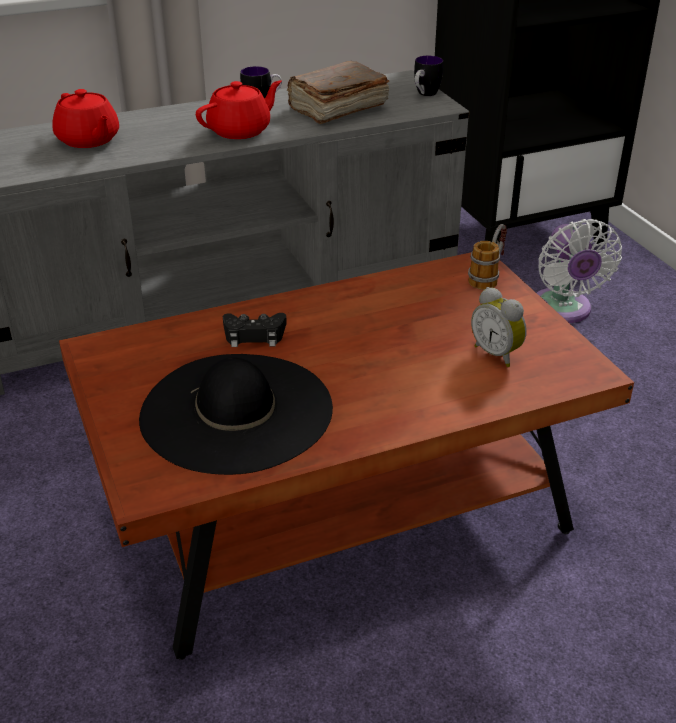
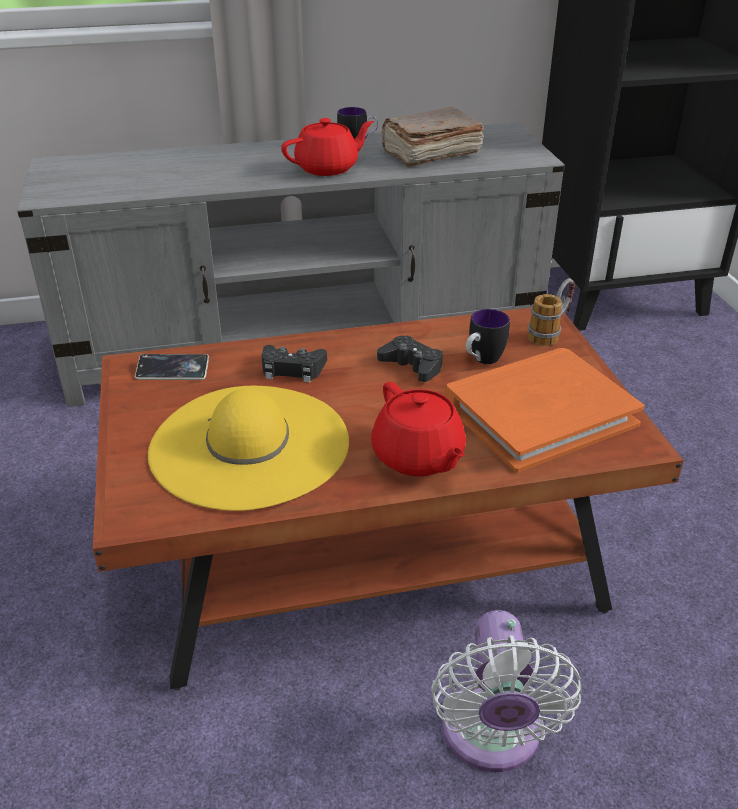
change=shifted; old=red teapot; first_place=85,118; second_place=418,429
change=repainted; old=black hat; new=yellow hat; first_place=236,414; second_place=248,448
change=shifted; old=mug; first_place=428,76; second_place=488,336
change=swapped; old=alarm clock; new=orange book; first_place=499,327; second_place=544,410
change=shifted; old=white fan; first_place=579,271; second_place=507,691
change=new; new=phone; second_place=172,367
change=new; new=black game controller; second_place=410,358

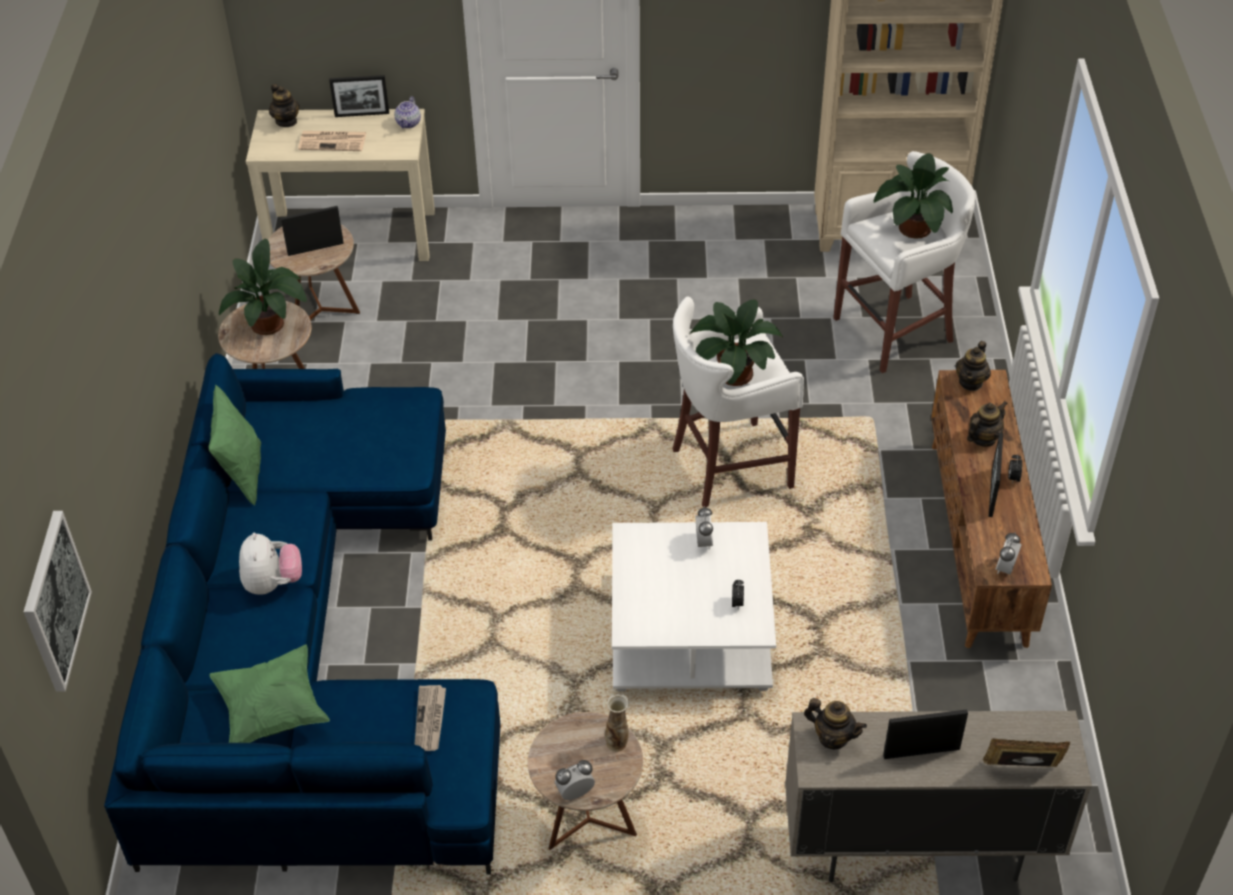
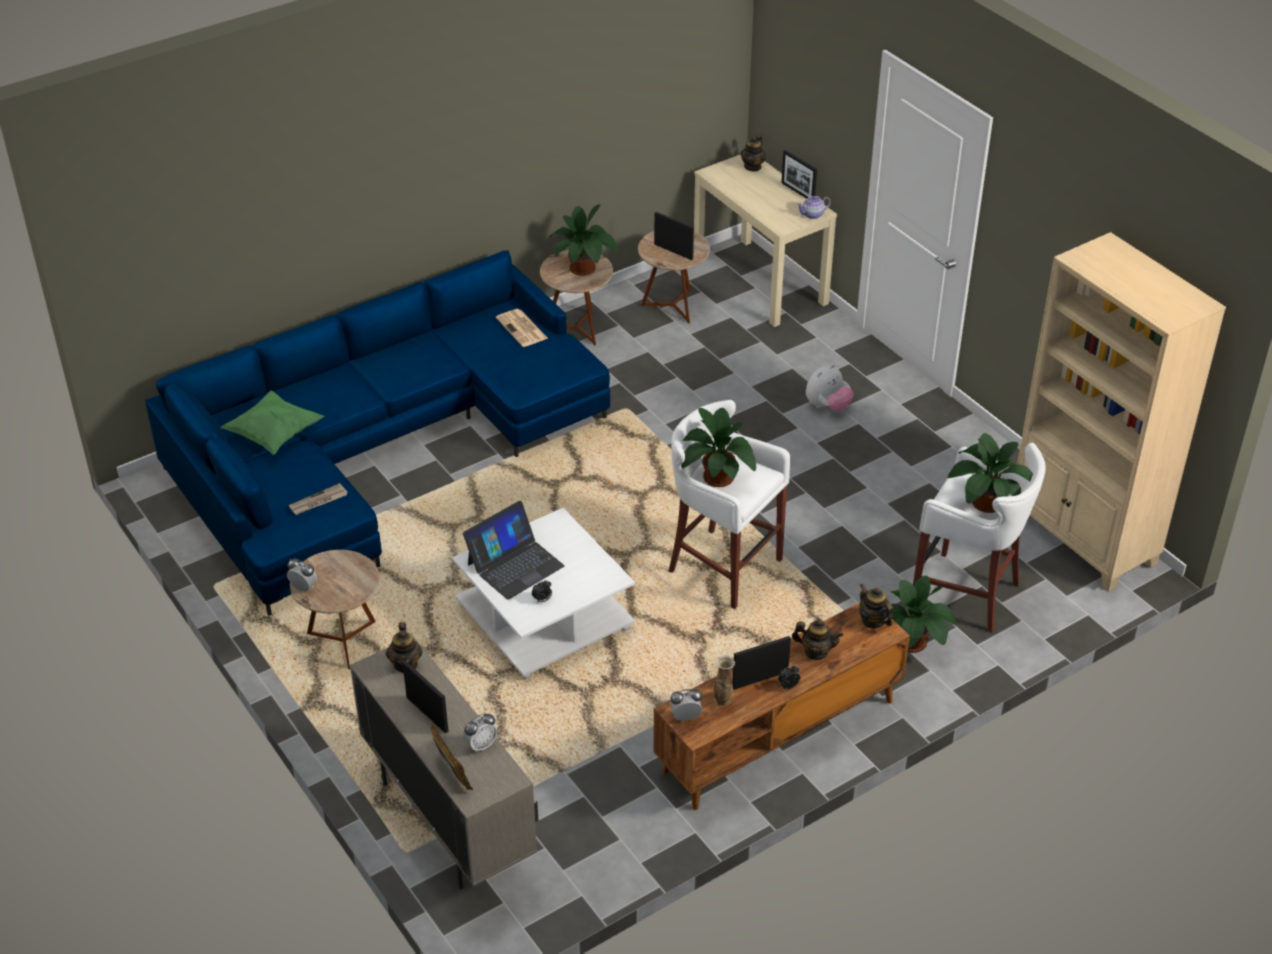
change=gone; old=picture; first_place=58,601
change=gone; old=green pillow; first_place=234,445
change=shifted; old=plush toy; first_place=270,563; second_place=830,388
change=shifted; old=newspaper; first_place=332,141; second_place=522,328
change=shifted; old=vase; first_place=617,723; second_place=724,680
change=shifted; old=alarm clock; first_place=704,528; second_place=480,733
change=rotated; old=teapot; first_place=973,366; second_place=876,606; degrees=60
change=new; new=laptop; second_place=513,550
change=new; new=potted plant; second_place=923,614

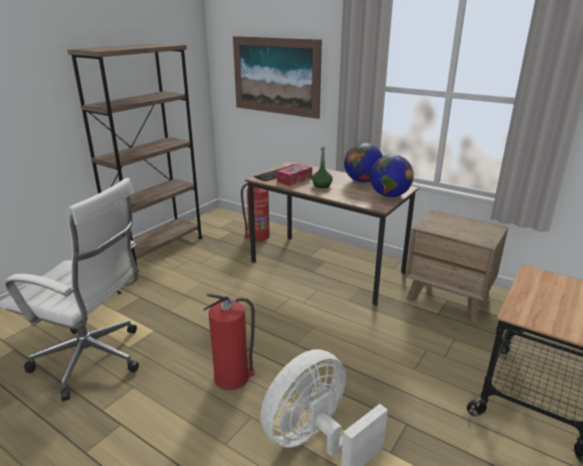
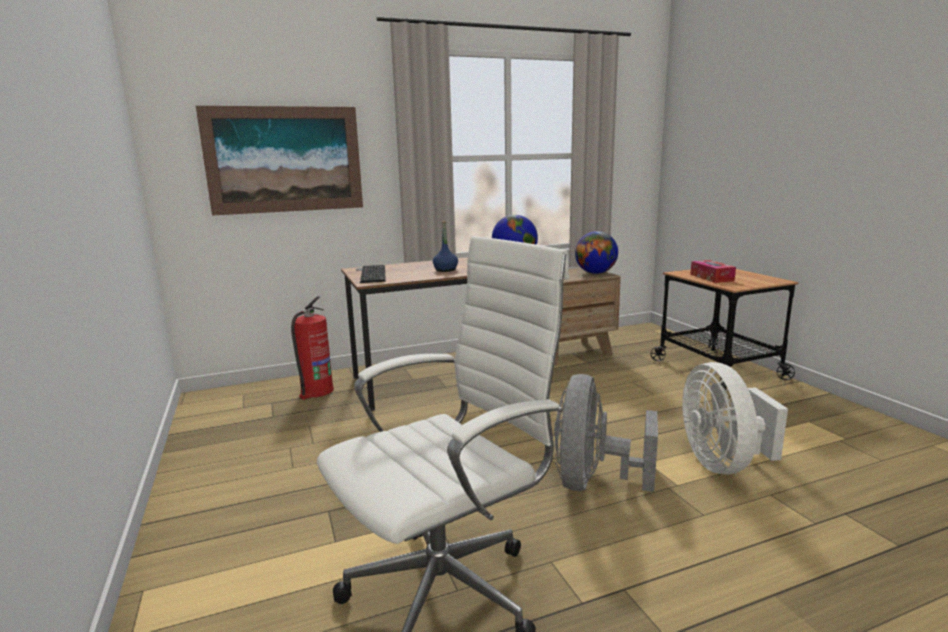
change=gone; old=brown bookcase; first_place=135,158
change=swapped; old=fire extinguisher; new=grey fan; first_place=229,342; second_place=606,433
change=shifted; old=tissue box; first_place=294,175; second_place=713,271
change=repainted; old=green bottle; new=blue bottle; first_place=322,167; second_place=445,246
change=shifted; old=globe; first_place=363,162; second_place=596,252

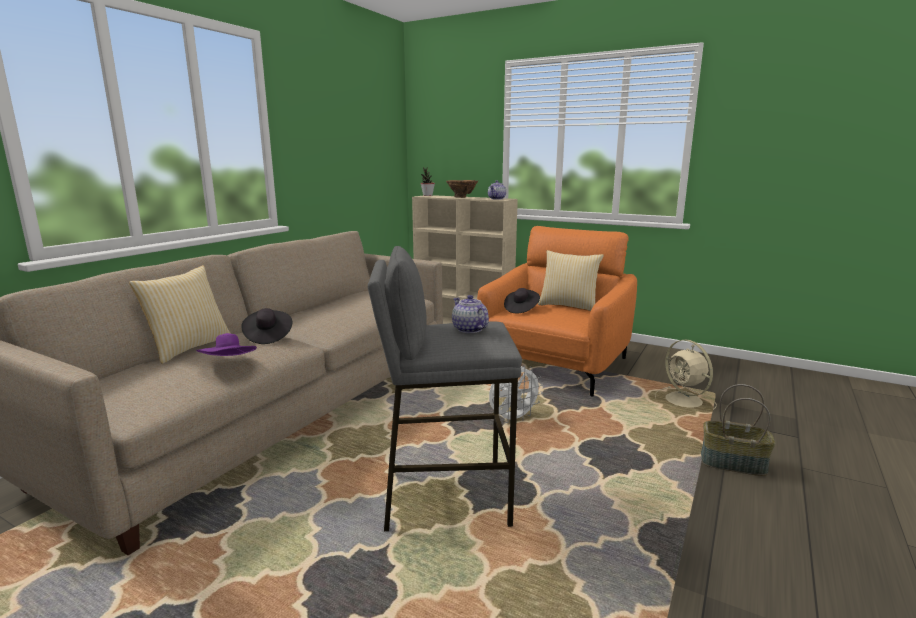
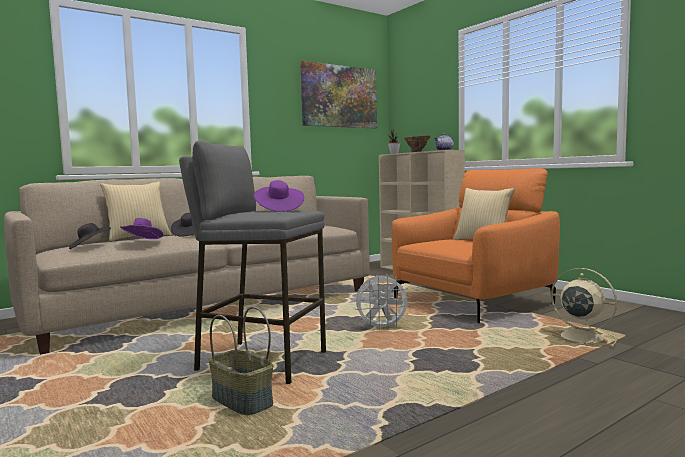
change=swapped; old=teapot; new=purple hat; first_place=470,314; second_place=279,196
change=shifted; old=black hat; first_place=522,300; second_place=90,236
change=rotated; old=beige fan; first_place=686,375; second_place=584,308; degrees=135
change=shifted; old=basket; first_place=738,430; second_place=241,361
change=new; new=picture; second_place=338,95

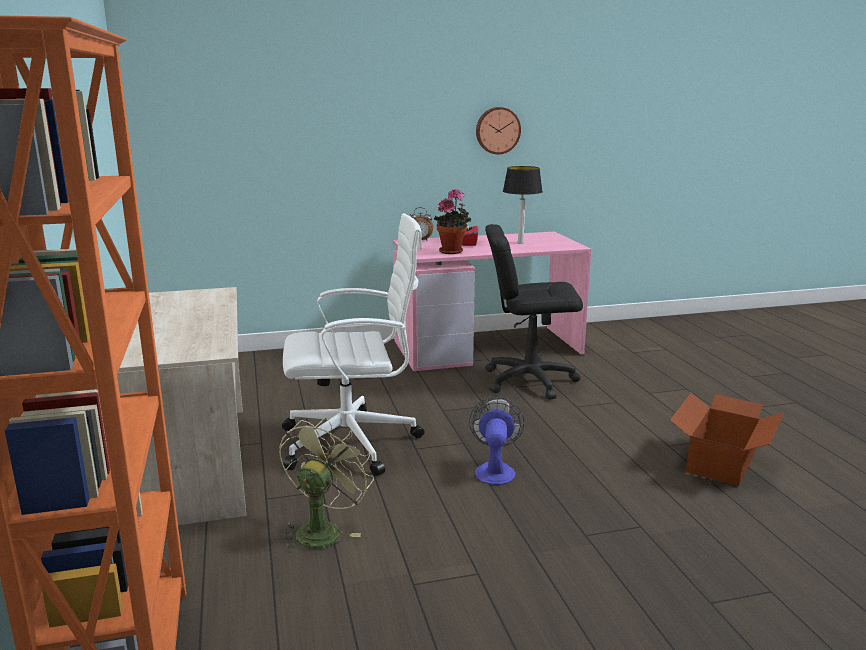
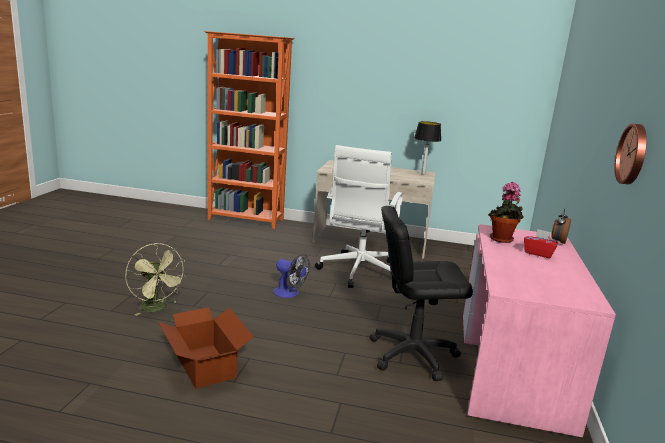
change=shifted; old=green fan; first_place=326,485; second_place=156,279
change=rotated; old=black office chair; first_place=534,312; second_place=421,293; degrees=-120
change=shifted; old=table lamp; first_place=523,205; second_place=427,148

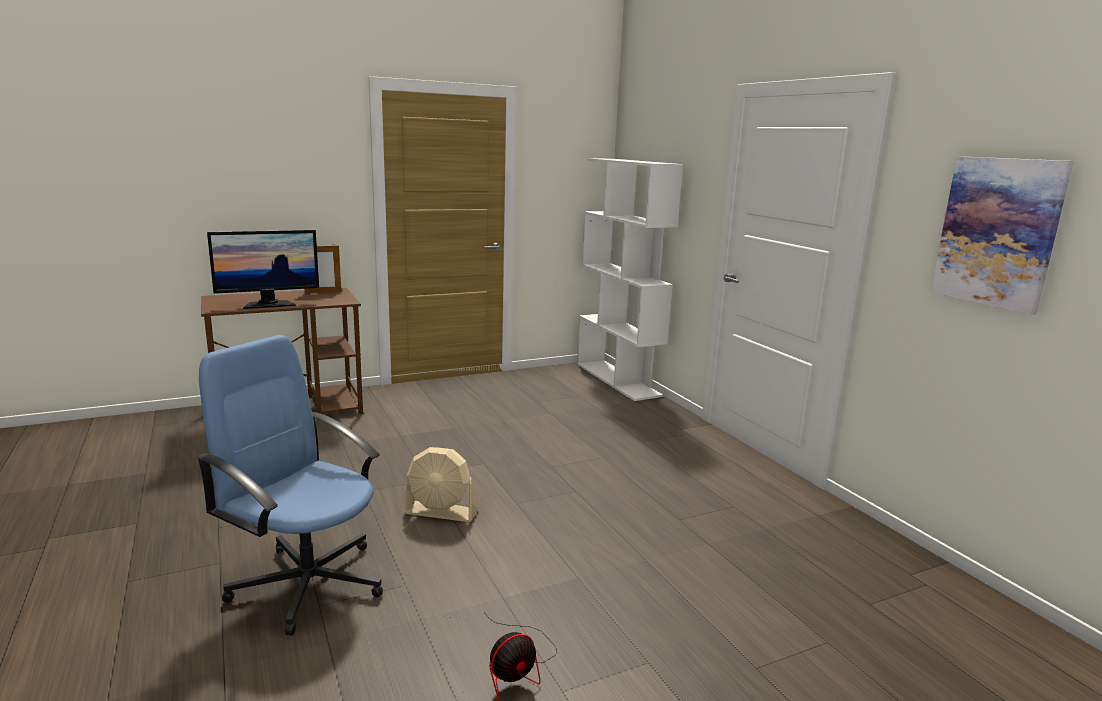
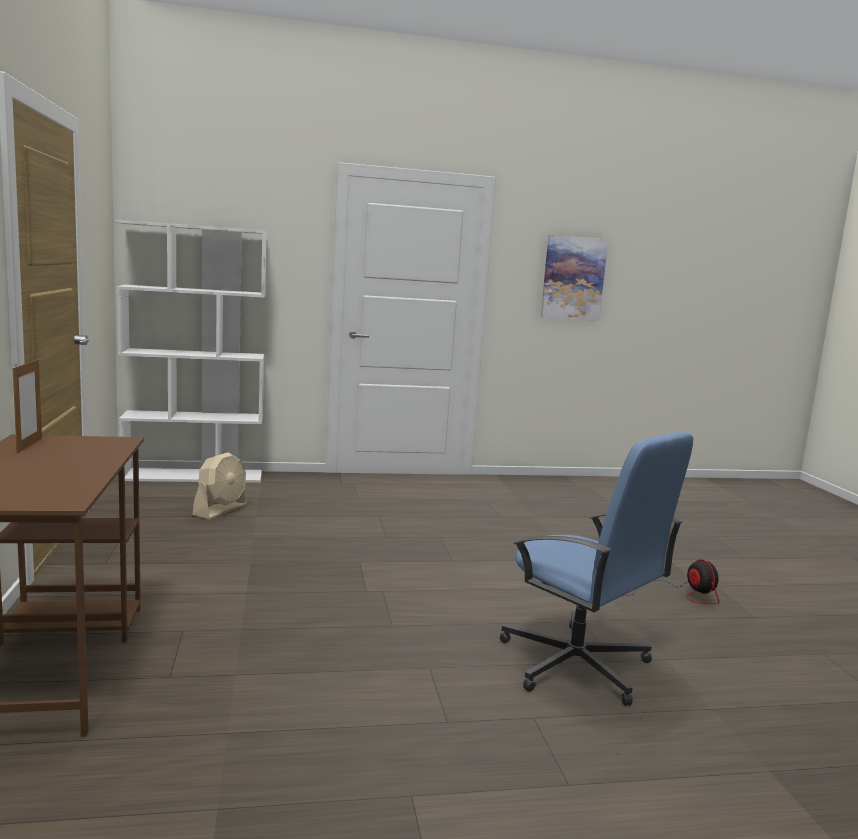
change=rotated; old=blue office chair; first_place=289,485; second_place=596,569; degrees=-90
change=gone; old=monitor; first_place=263,269
change=shifted; old=beige fan; first_place=440,484; second_place=219,486

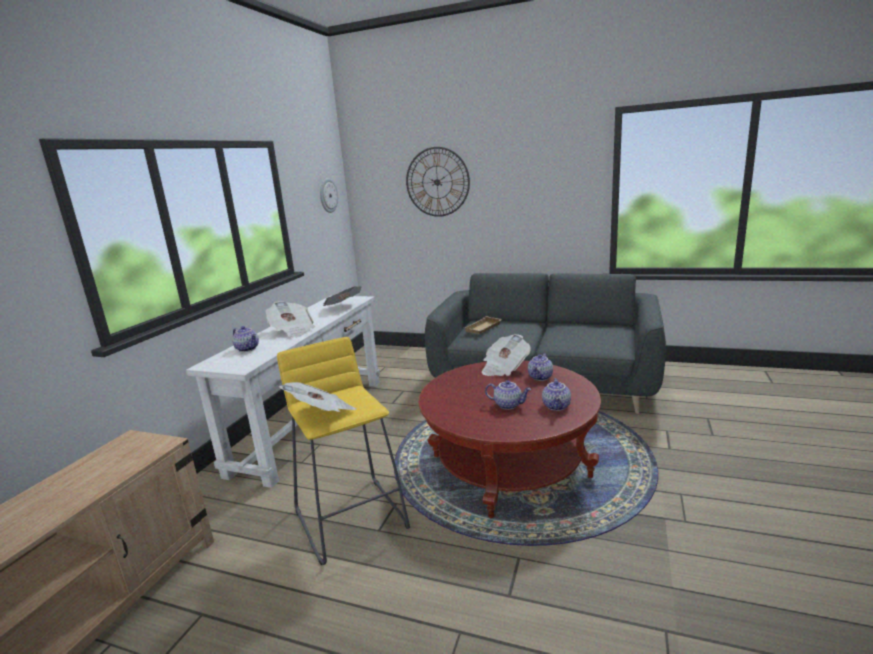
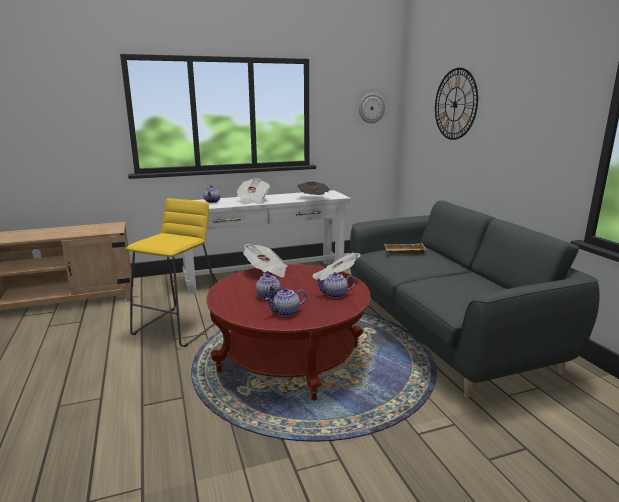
change=shifted; old=newspaper; first_place=317,397; second_place=265,260

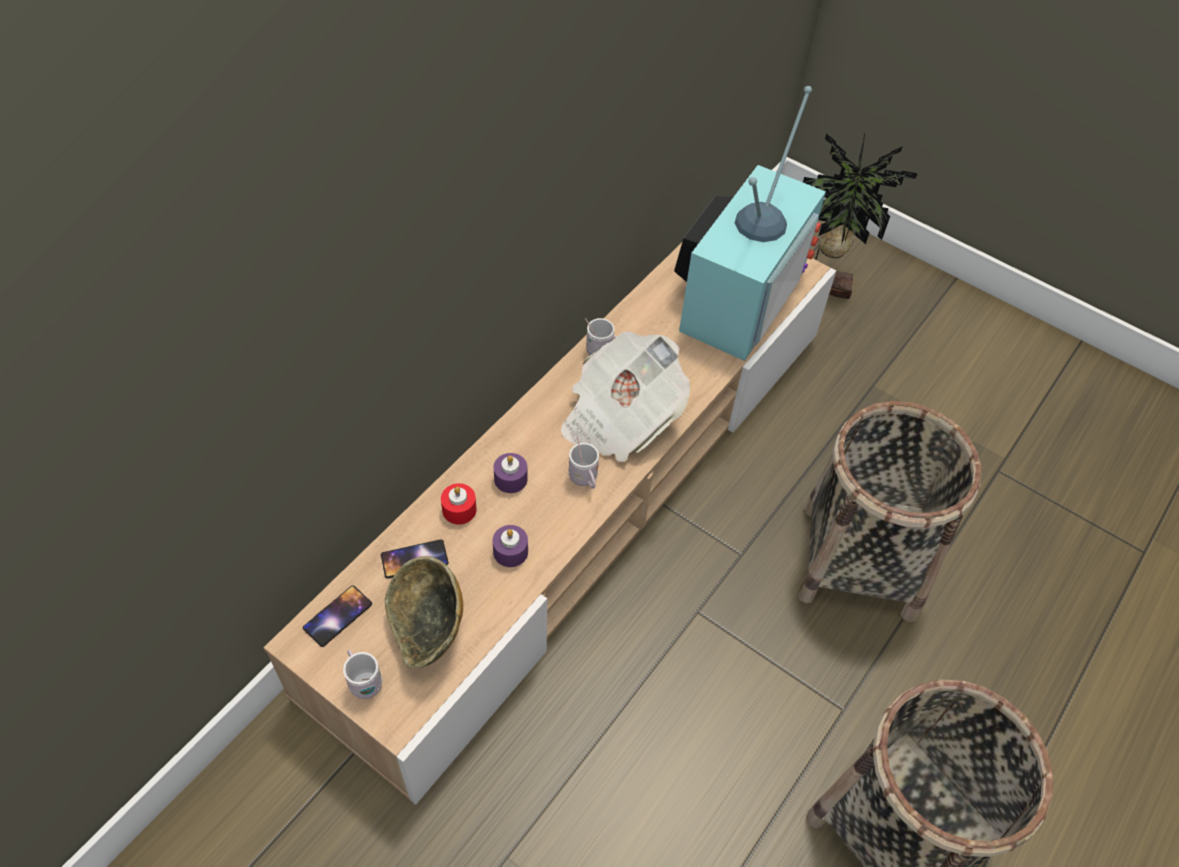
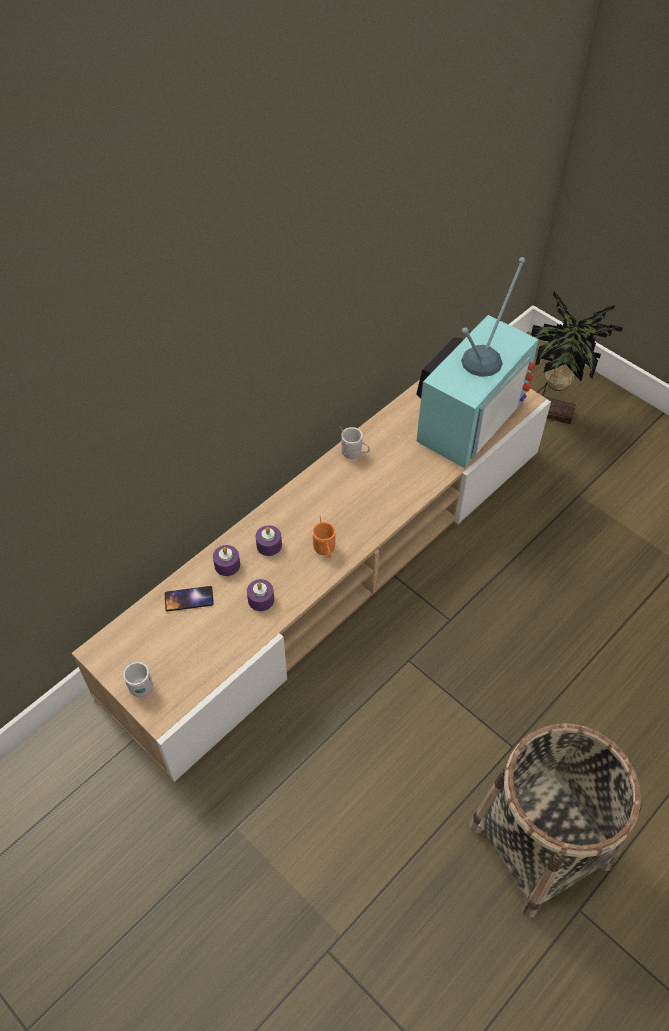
change=gone; old=phone; first_place=337,616
change=gone; old=bowl; first_place=424,612
change=repainted; old=red candle; new=purple candle; first_place=459,504; second_place=226,560
change=gone; old=newspaper; first_place=625,396
change=repainted; old=white mug; new=orange mug; first_place=583,462; second_place=323,537
change=gone; old=basket; first_place=889,511

